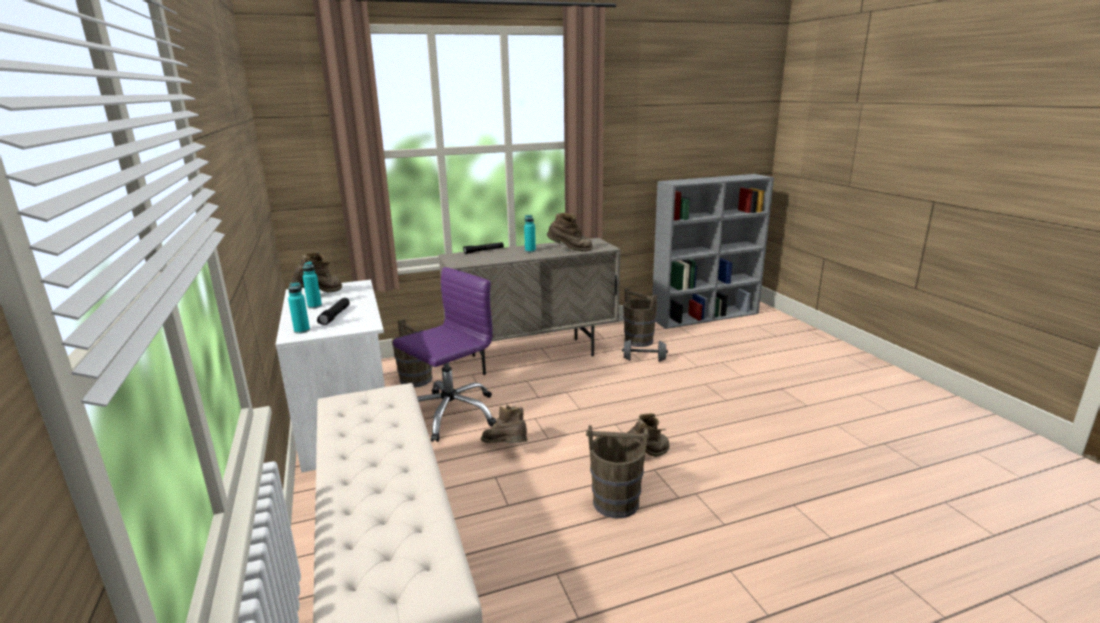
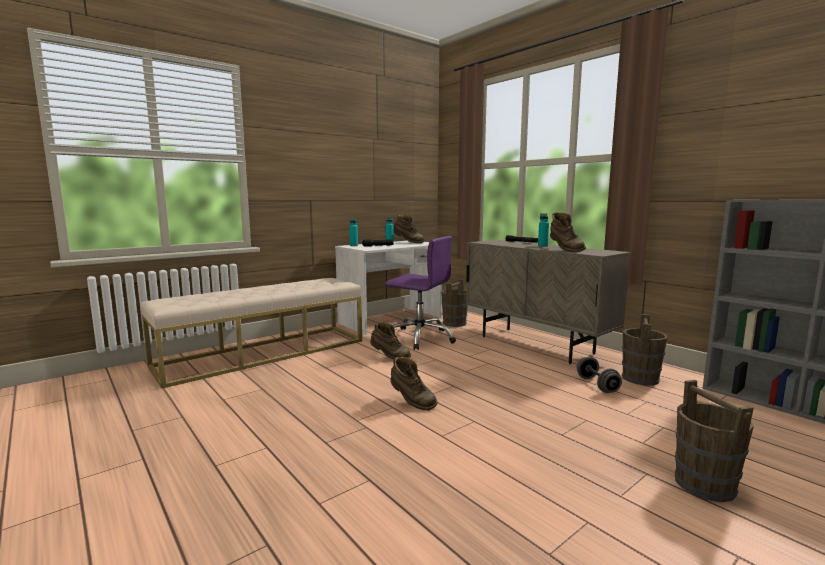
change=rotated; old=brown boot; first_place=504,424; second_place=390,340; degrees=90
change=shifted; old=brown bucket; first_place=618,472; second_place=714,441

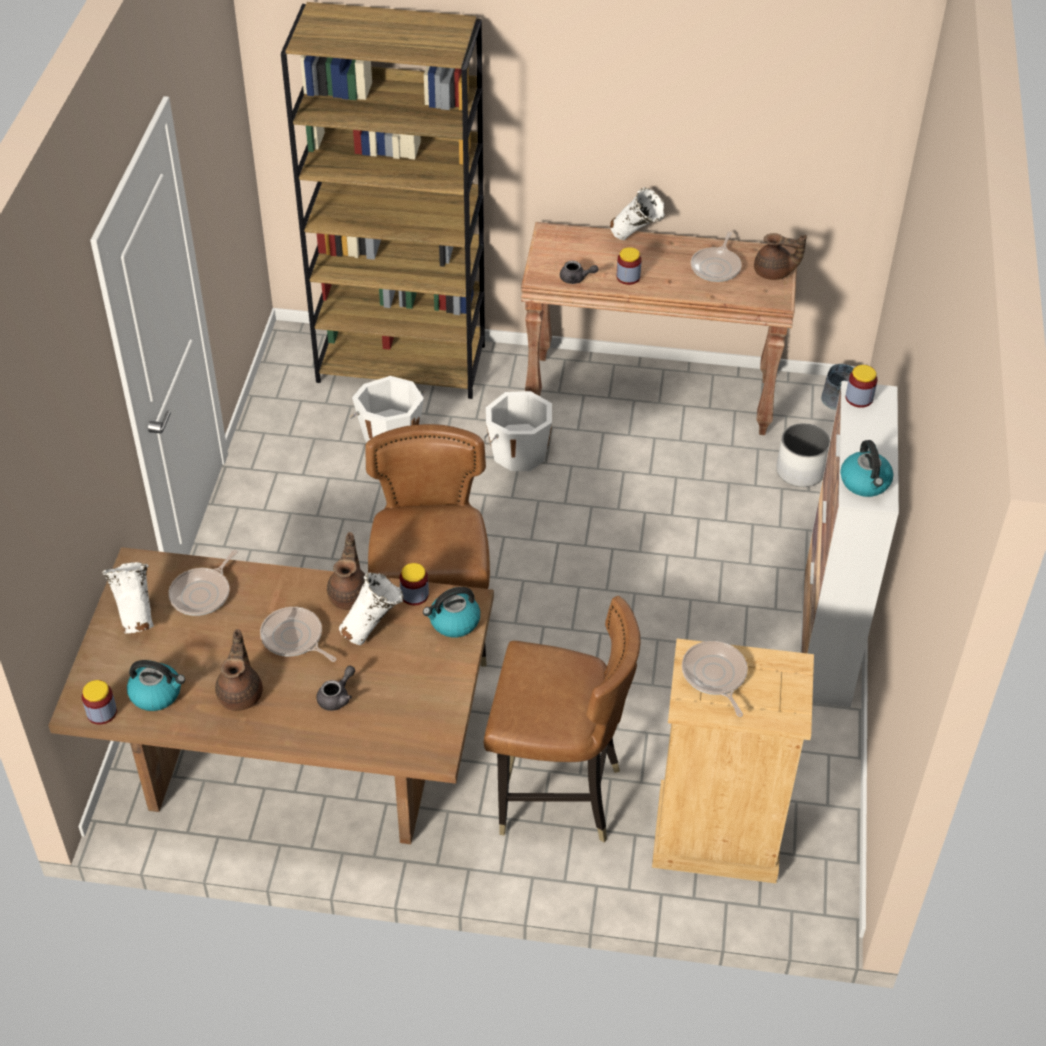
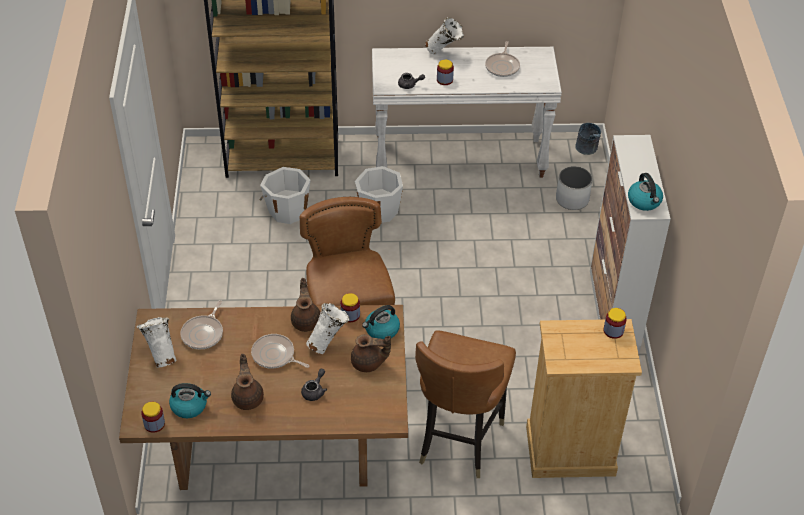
change=rotated; old=brown chair; first_place=562,719; second_place=465,404; degrees=105
change=repainted; old=brown console table; new=white console table; first_place=659,328; second_place=467,112
change=gone; old=frying pan; first_place=715,679
change=shifted; old=brown teapot; first_place=780,256; second_place=371,353
change=shifted; old=jar; first_place=861,386; second_place=615,323

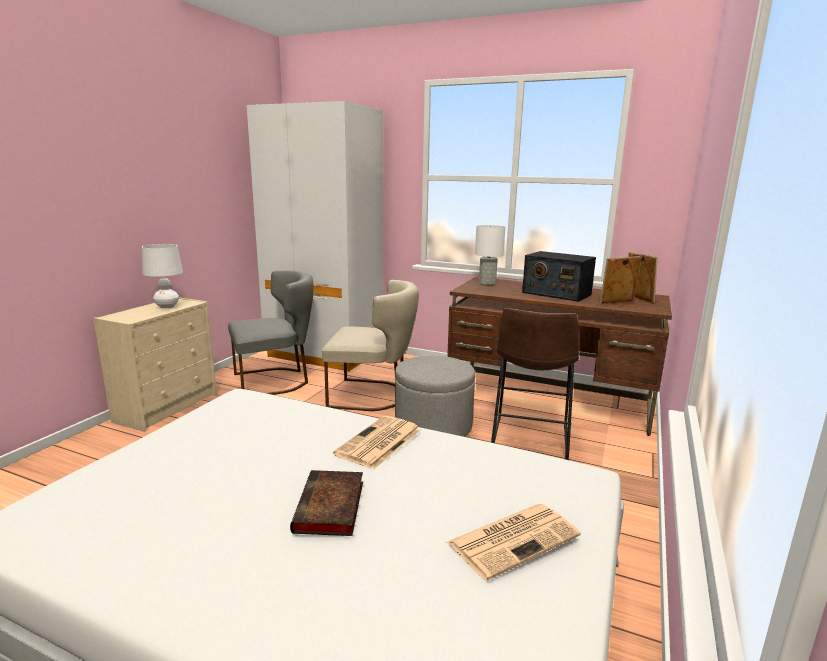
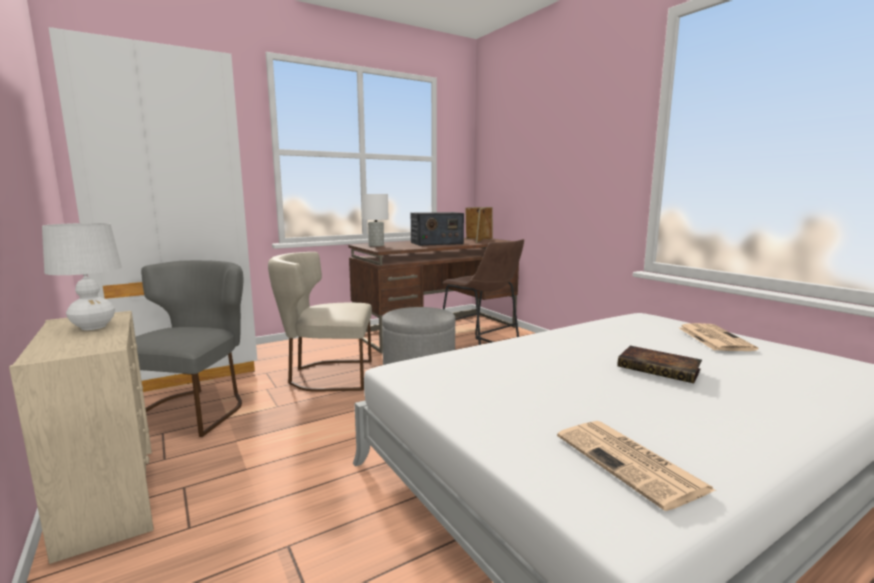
change=rotated; old=beige chair; first_place=370,345; second_place=320,322; degrees=-135
change=shifted; old=newspaper; first_place=377,442; second_place=636,466

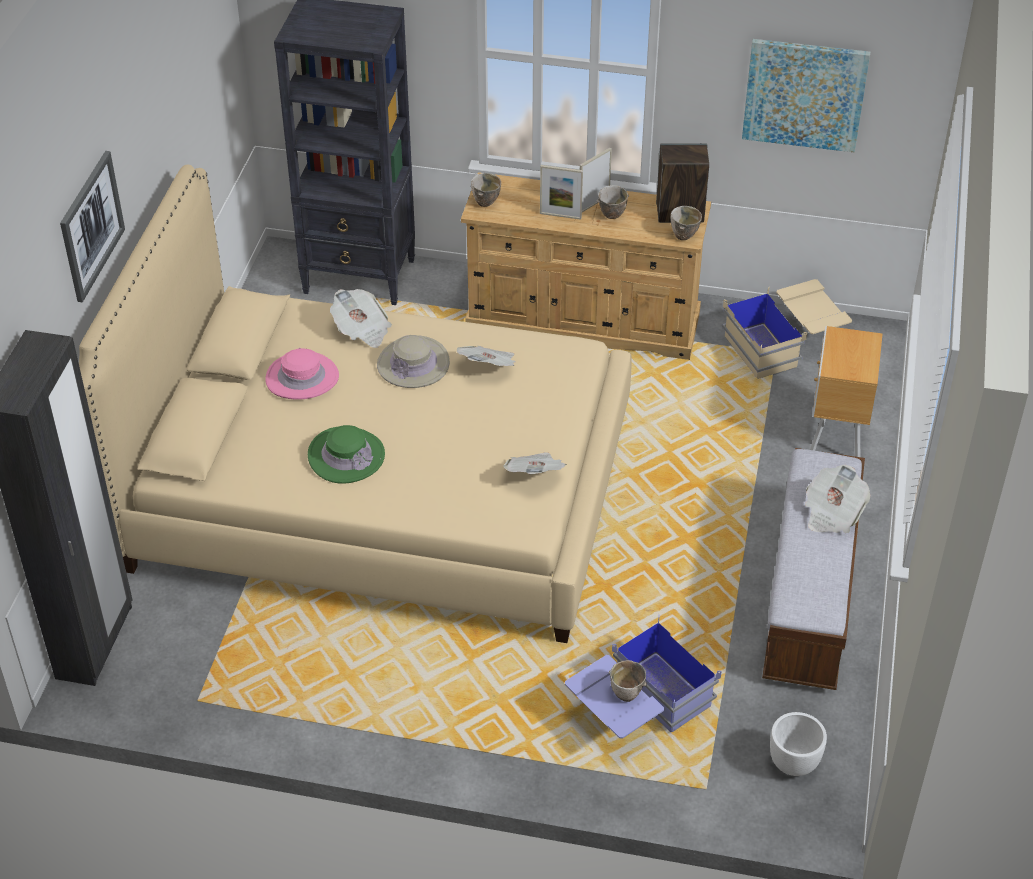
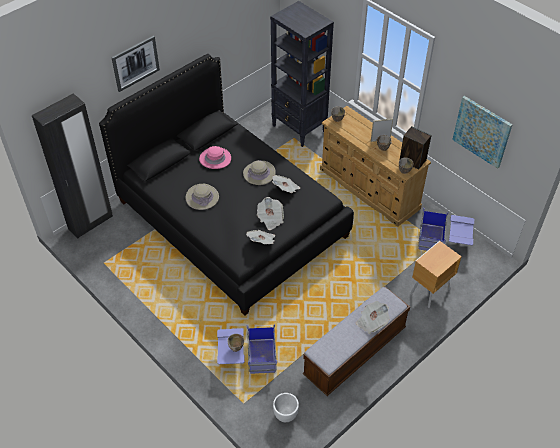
change=repainted; old=beige bed; new=black bed; first_place=355,404; second_place=226,185
change=repainted; old=green hat; new=beige hat; first_place=346,454; second_place=202,197
change=shifted; old=newspaper; first_place=361,318; second_place=270,213
change=gone; old=picture frame; first_place=561,192
change=repainted; old=beige storage box; new=blue storage box; first_place=787,329; second_place=446,229

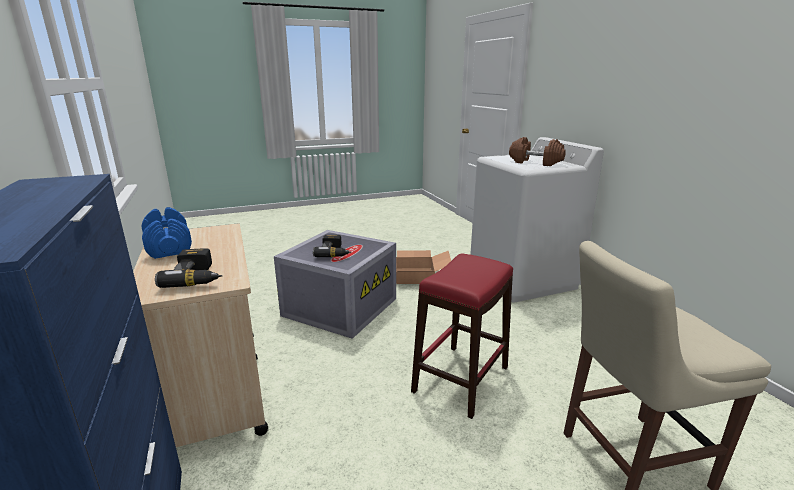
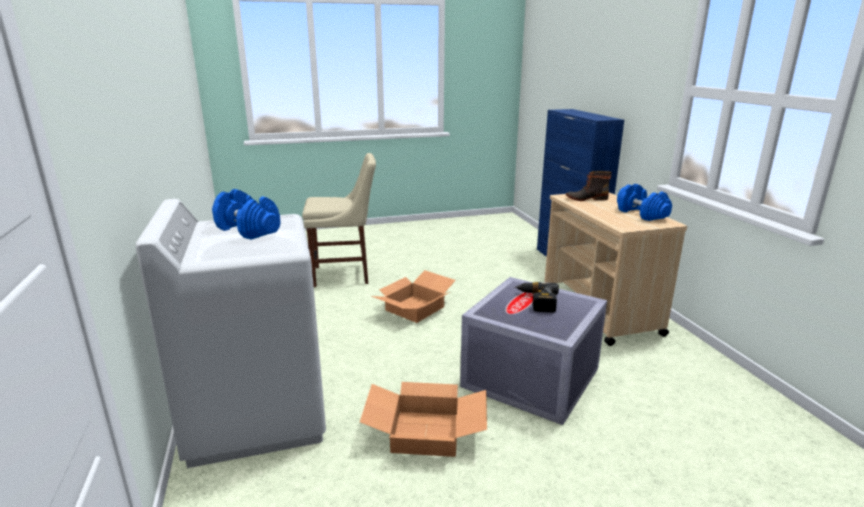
change=swapped; old=power drill; new=boot; first_place=189,268; second_place=589,186
change=swapped; old=red stool; new=cardboard box; first_place=462,336; second_place=414,296
change=repainted; old=brown dumbbell; new=blue dumbbell; first_place=537,151; second_place=246,214

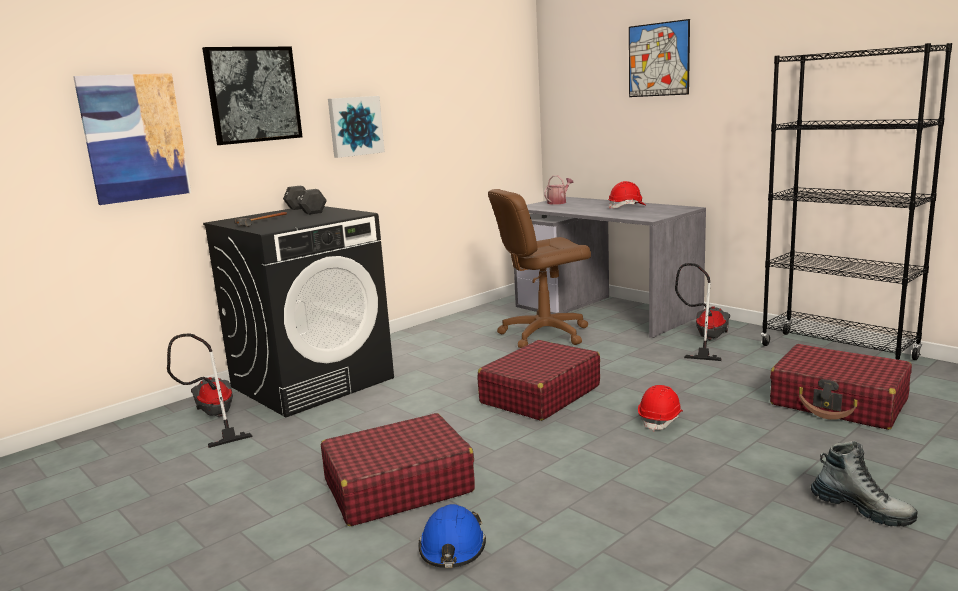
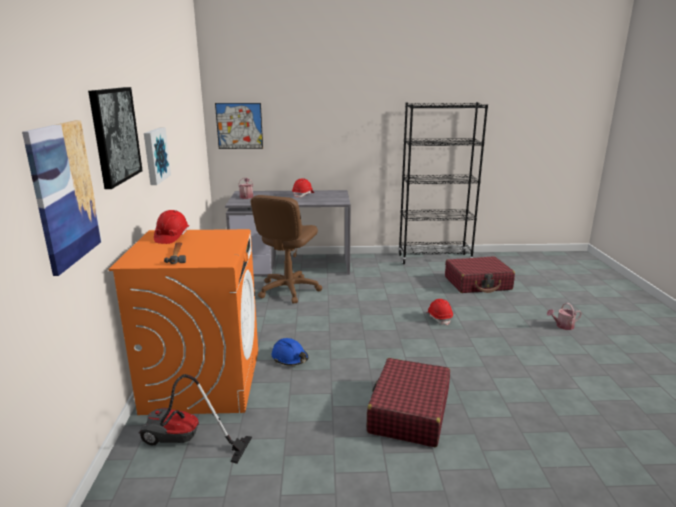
change=repainted; old=black washing machine; new=orange washing machine; first_place=298,311; second_place=183,322
change=swapped; old=black dumbbell; new=red hard hat; first_place=305,200; second_place=171,227
change=shifted; old=blue hard hat; first_place=452,536; second_place=290,352
change=gone; old=red suitcase; first_place=539,380
change=shifted; old=picture; first_place=659,58; second_place=239,126
change=gone; old=vacuum cleaner; first_place=702,312
change=swapped; old=boot; new=watering can; first_place=864,483; second_place=564,316

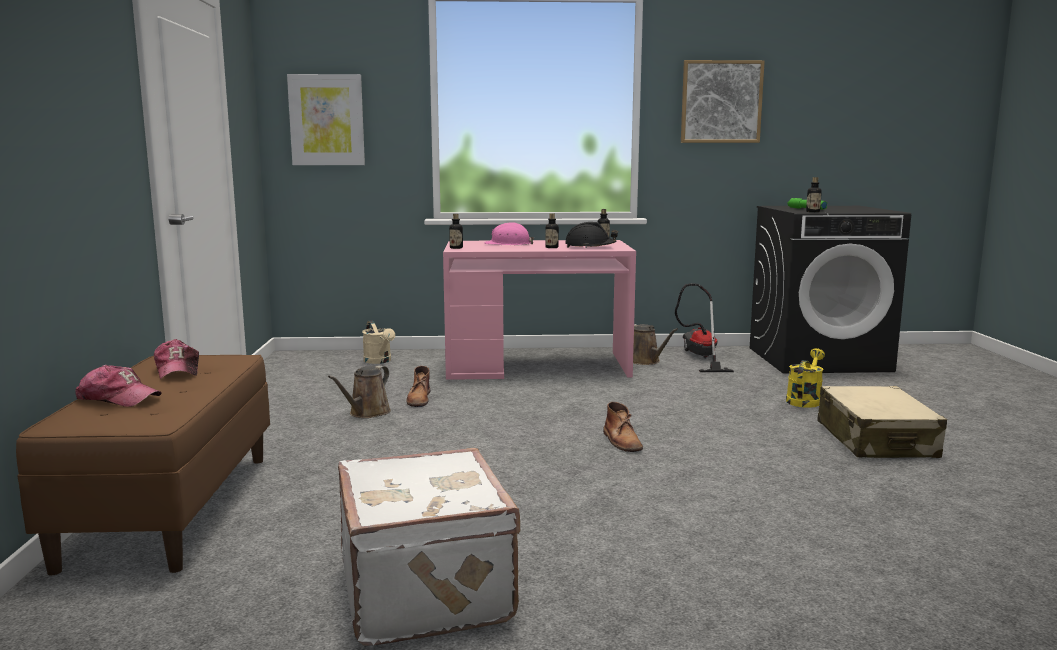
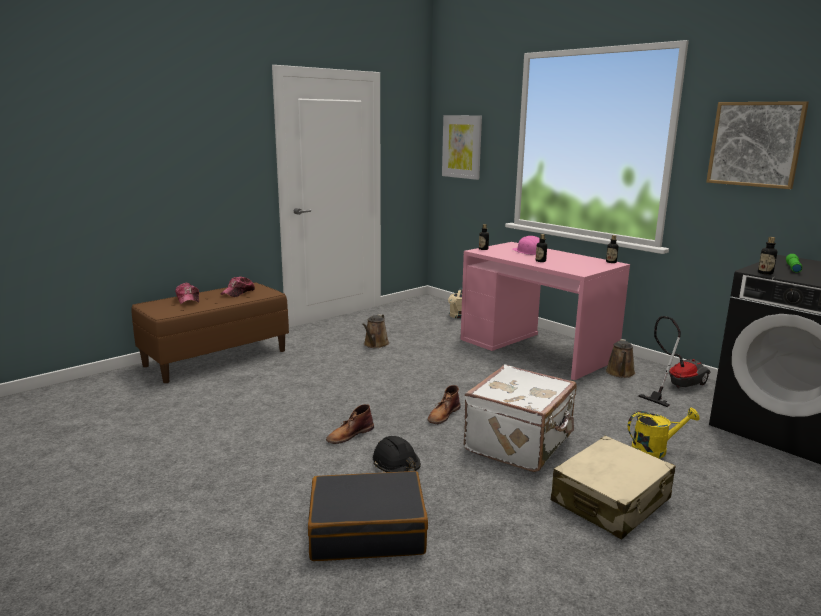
change=rotated; old=brown watering can; first_place=359,392; second_place=375,331; degrees=-60
change=shifted; old=white suitcase; first_place=429,547; second_place=520,418
change=shifted; old=brown boot; first_place=418,386; second_place=350,424
change=shifted; old=black hard hat; first_place=591,235; second_place=397,454
change=new; new=black suitcase; second_place=368,516

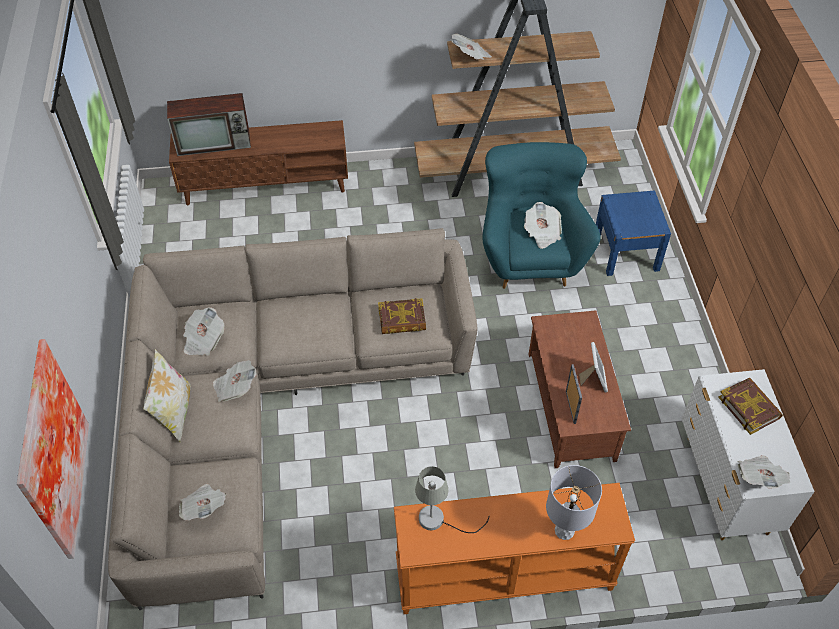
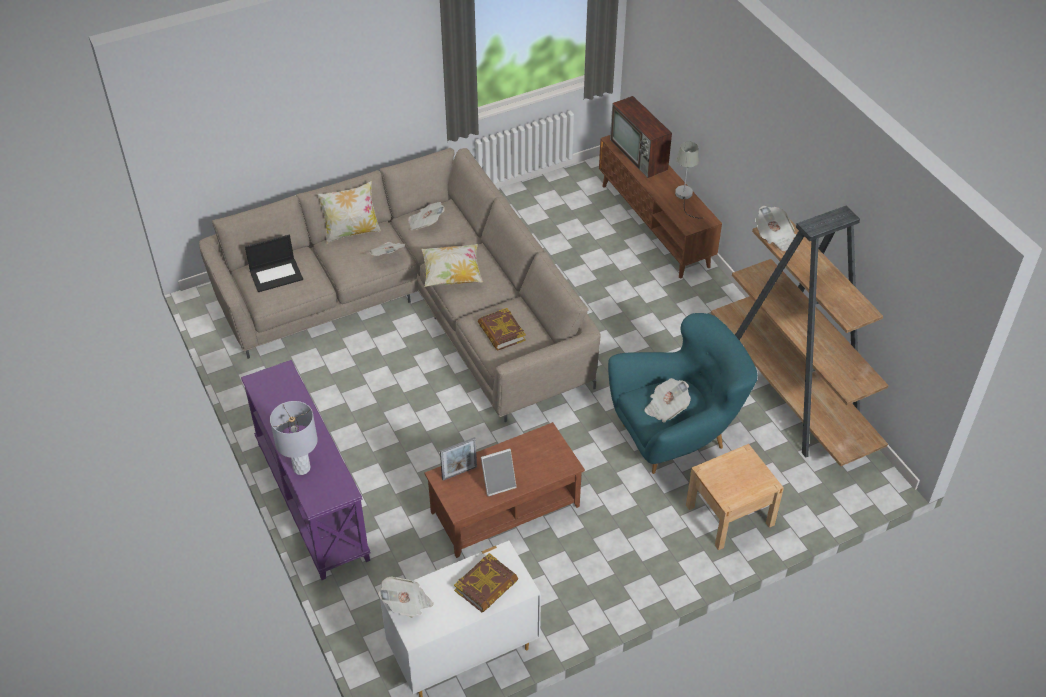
change=gone; old=picture; first_place=53,449
change=swapped; old=newspaper; new=laptop; first_place=202,502; second_place=274,263
change=repainted; old=orange console table; new=purple console table; first_place=514,548; second_place=305,470
change=shifted; old=grey table lamp; first_place=452,499; second_place=687,179
change=repainted; old=blue nightstand; new=beige nightstand; first_place=633,233; second_place=735,497
change=new; new=pillow; second_place=452,265

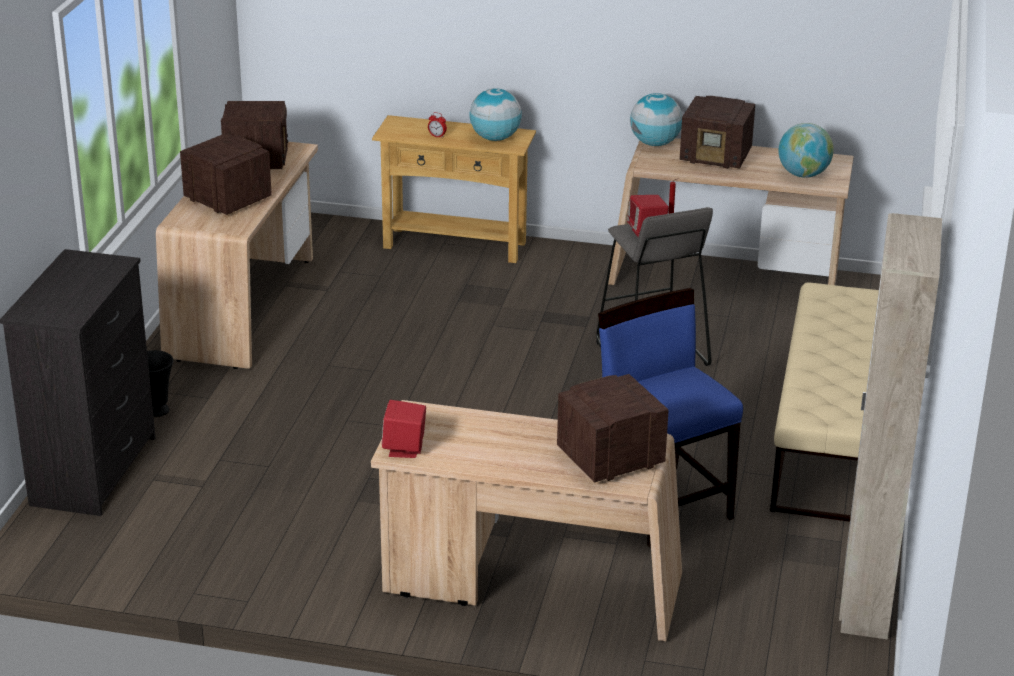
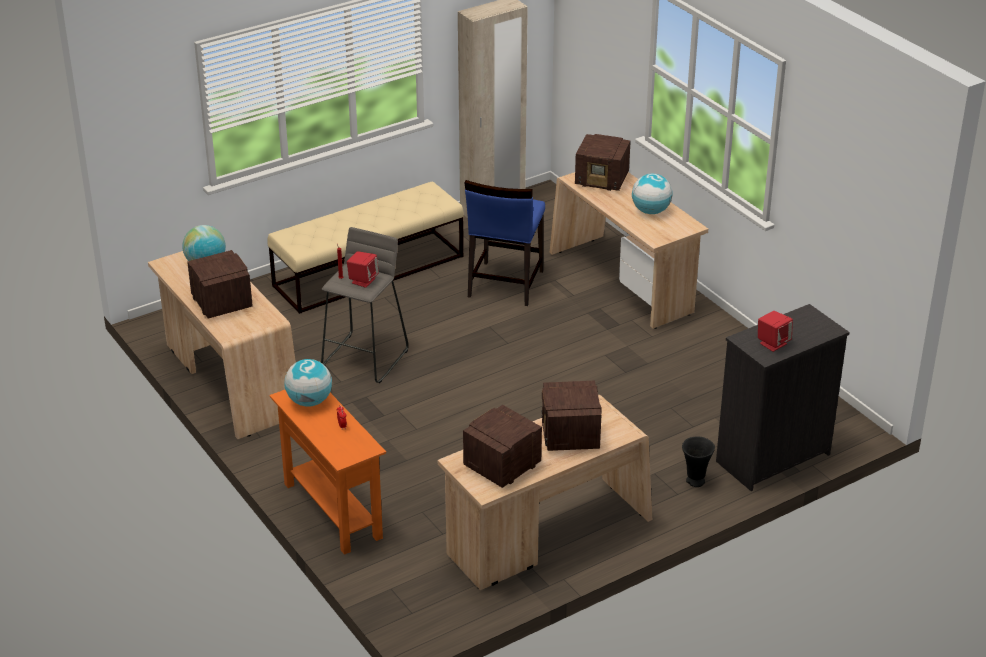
change=repainted; old=beige console table; new=orange console table; first_place=454,189; second_place=328,472
change=shifted; old=red speaker; first_place=404,429; second_place=775,331
change=shifted; old=globe; first_place=656,119; second_place=652,194

